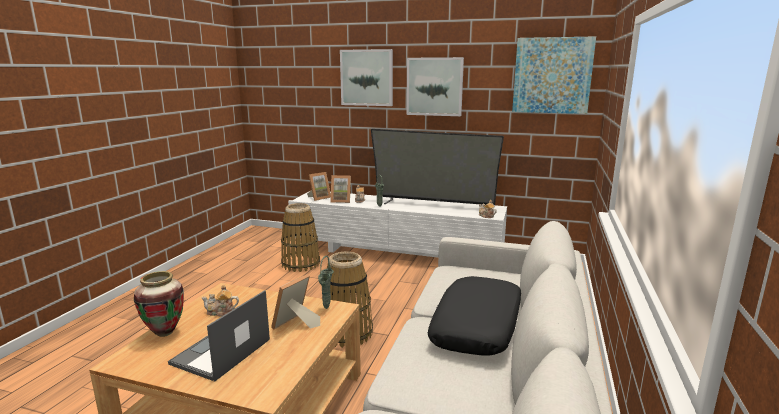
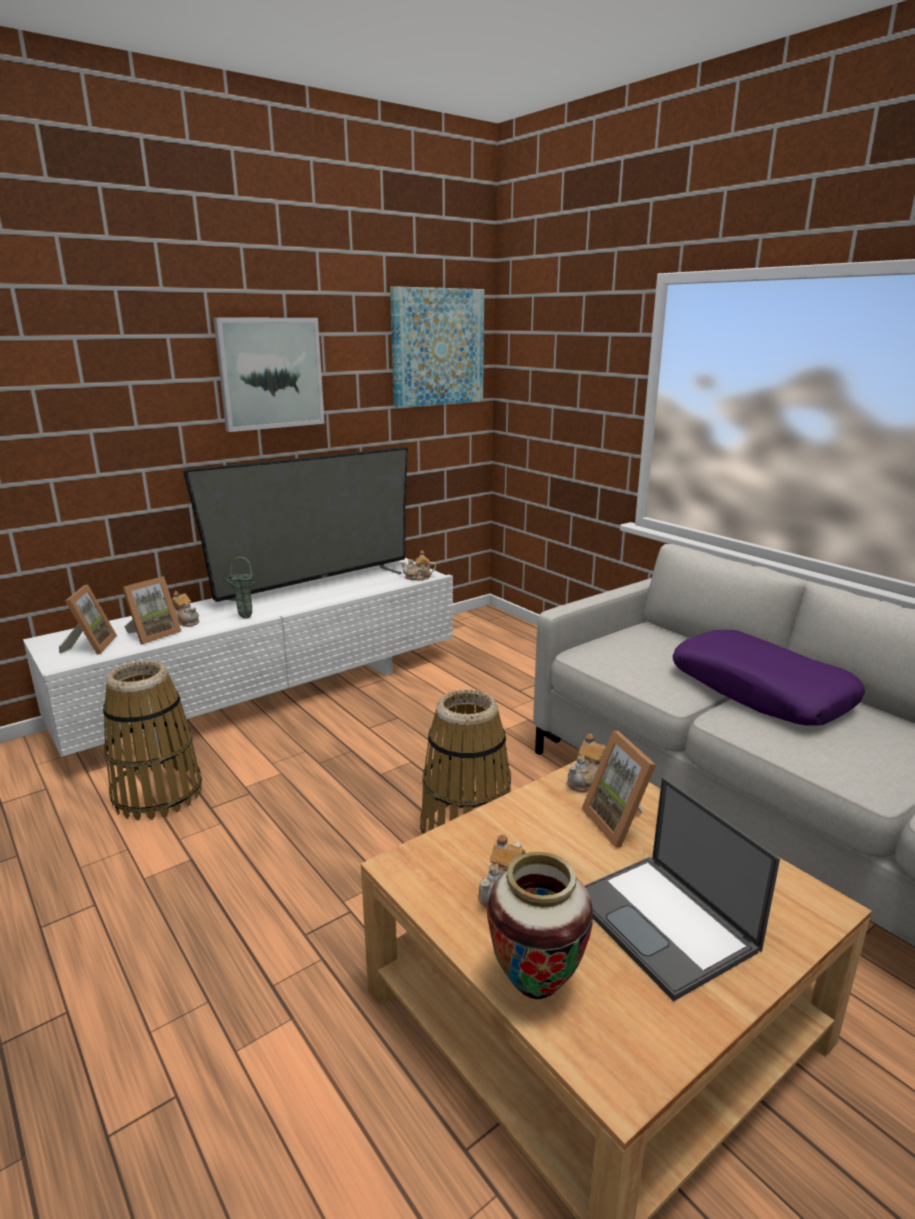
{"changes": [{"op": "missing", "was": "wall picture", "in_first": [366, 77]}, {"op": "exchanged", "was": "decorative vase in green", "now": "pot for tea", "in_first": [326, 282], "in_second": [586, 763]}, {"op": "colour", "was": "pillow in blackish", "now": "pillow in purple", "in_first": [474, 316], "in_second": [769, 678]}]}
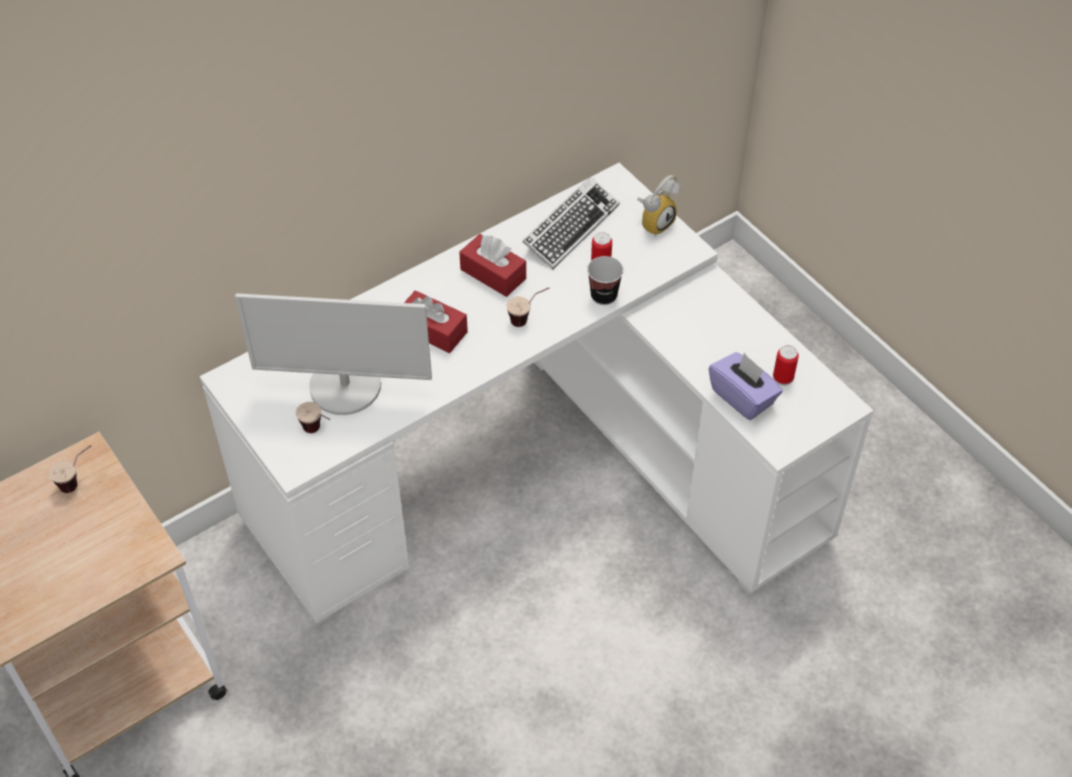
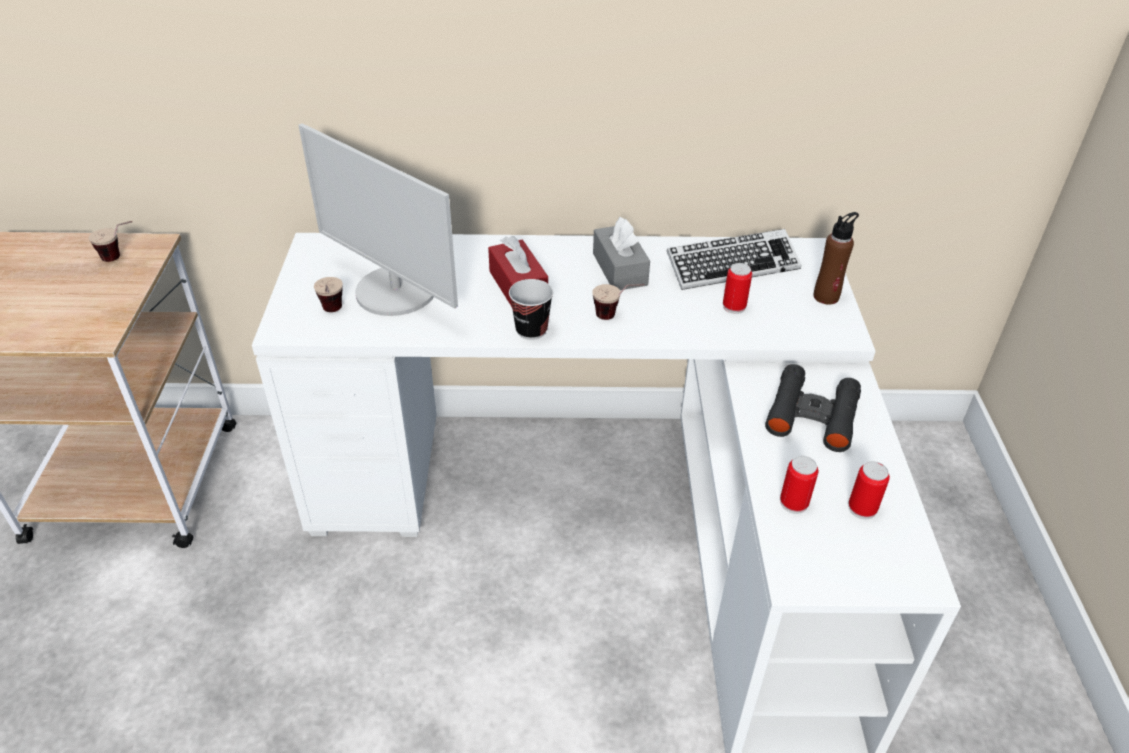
{"changes": [{"op": "exchanged", "was": "bedside clock", "now": "drink bottle in brownish", "in_first": [658, 205], "in_second": [836, 258]}, {"op": "colour", "was": "box of tissues in red", "now": "box of tissues in gray", "in_first": [492, 265], "in_second": [621, 253]}, {"op": "relocated", "was": "small cup", "in_first": [605, 280], "in_second": [531, 309]}, {"op": "exchanged", "was": "box of tissues in purple", "now": "metal can", "in_first": [746, 386], "in_second": [799, 485]}, {"op": "appeared", "now": "field glasses in blackish", "in_second": [813, 408]}]}
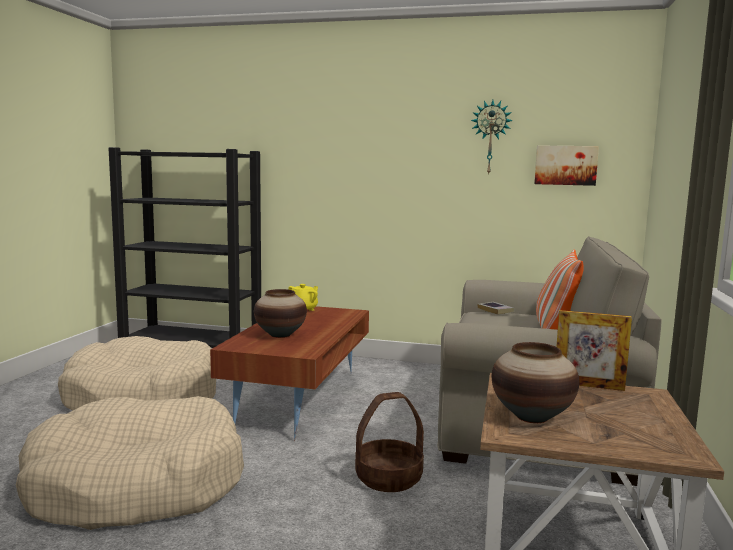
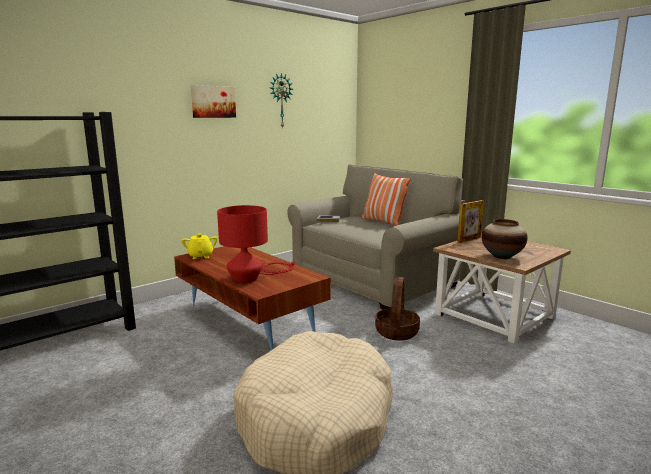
{"changes": [{"op": "relocated", "was": "wall picture", "in_first": [566, 166], "in_second": [213, 101]}, {"op": "exchanged", "was": "decorative vase", "now": "lamp for a table in red", "in_first": [280, 313], "in_second": [256, 244]}, {"op": "missing", "was": "dog cushion in beige-coloured", "in_first": [137, 373]}]}
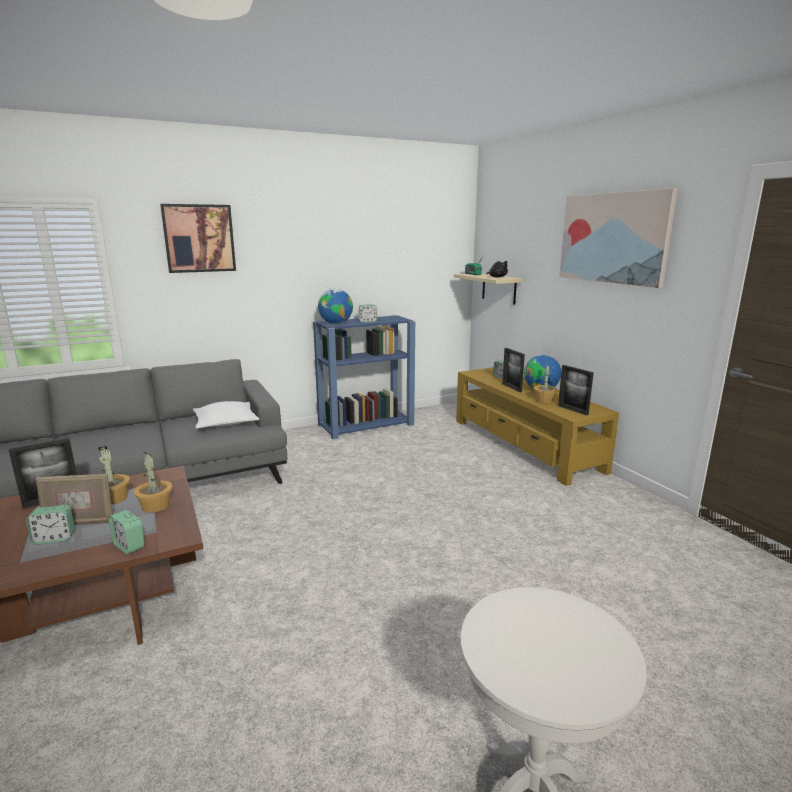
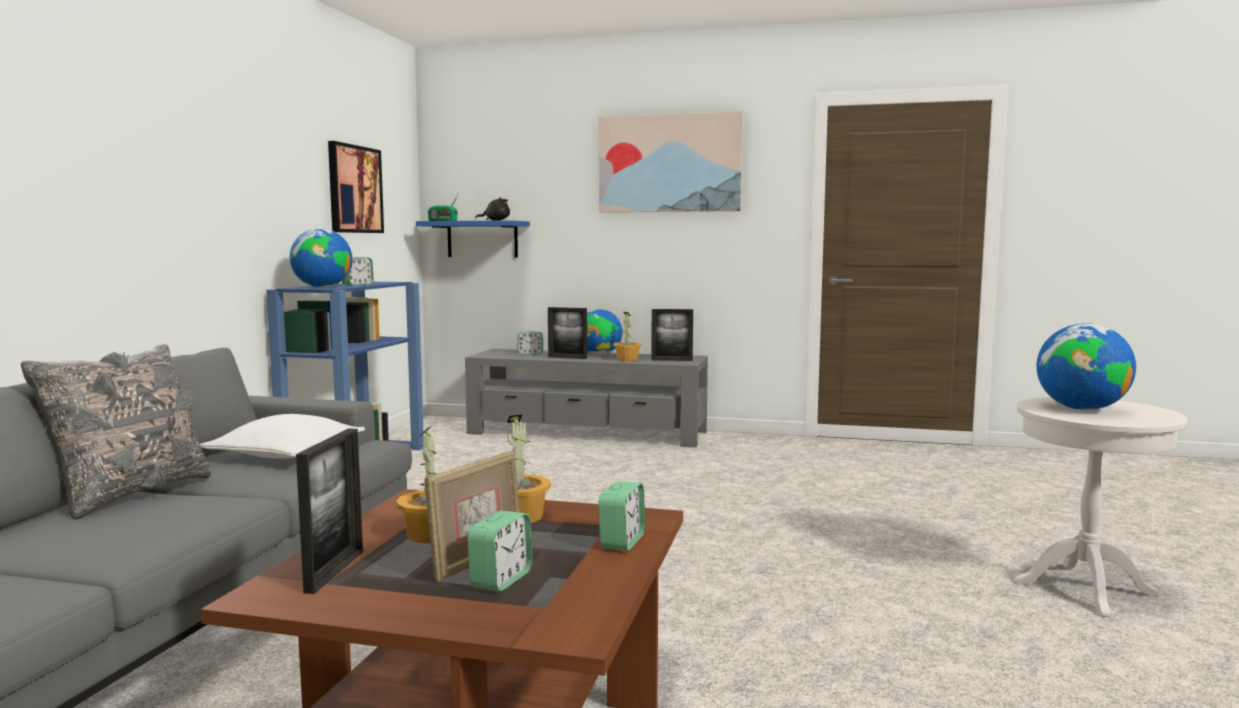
{"changes": [{"op": "relocated", "was": "wall picture", "in_first": [198, 238], "in_second": [356, 187]}, {"op": "colour", "was": "bracket shelf in beige-coloured", "now": "bracket shelf in blue-coloured", "in_first": [488, 289], "in_second": [473, 238]}, {"op": "colour", "was": "tv unit in yellowish", "now": "tv unit in gray", "in_first": [537, 426], "in_second": [586, 398]}, {"op": "spun", "was": "bedside clock", "in_first": [127, 532], "in_second": [621, 516], "clockwise": -60}, {"op": "appeared", "now": "globe", "in_second": [1086, 366]}, {"op": "appeared", "now": "pillow in gray", "in_second": [116, 431]}]}
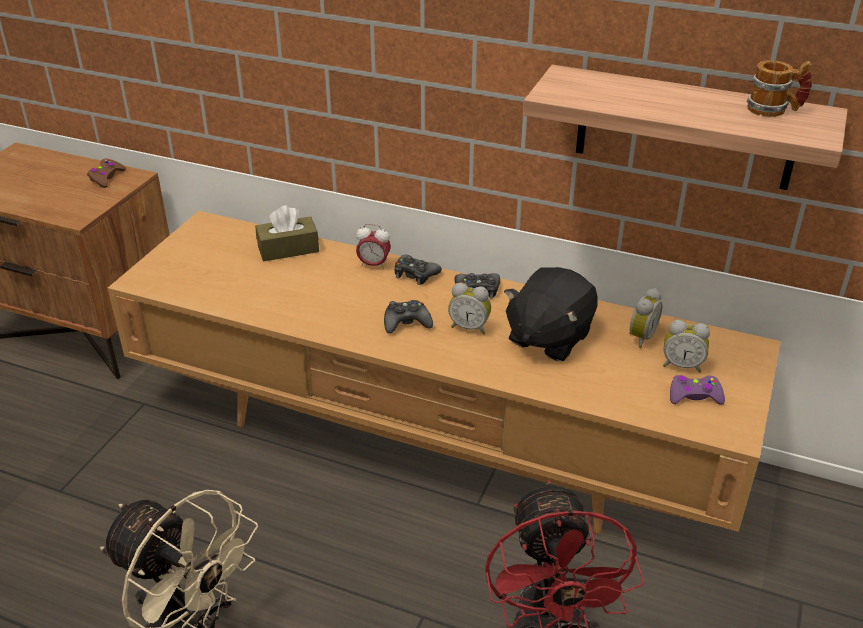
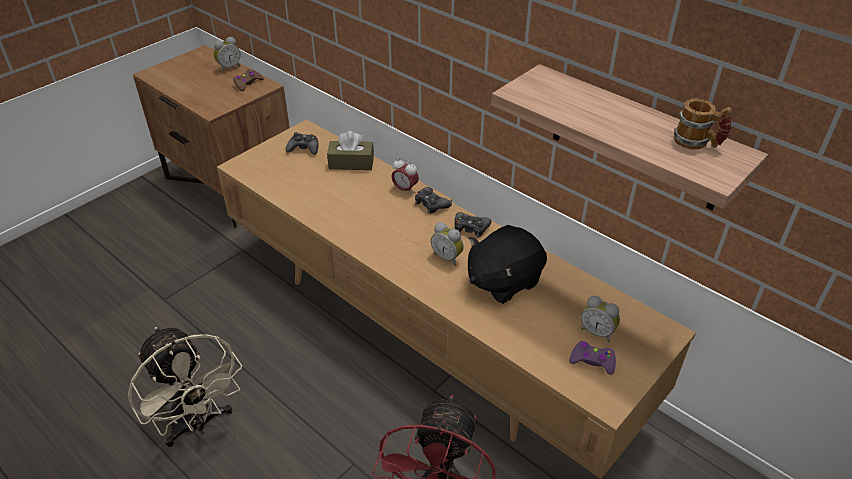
{"changes": [{"op": "relocated", "was": "bedside clock", "in_first": [646, 318], "in_second": [227, 54]}, {"op": "relocated", "was": "game controller in blackish", "in_first": [408, 317], "in_second": [302, 143]}]}
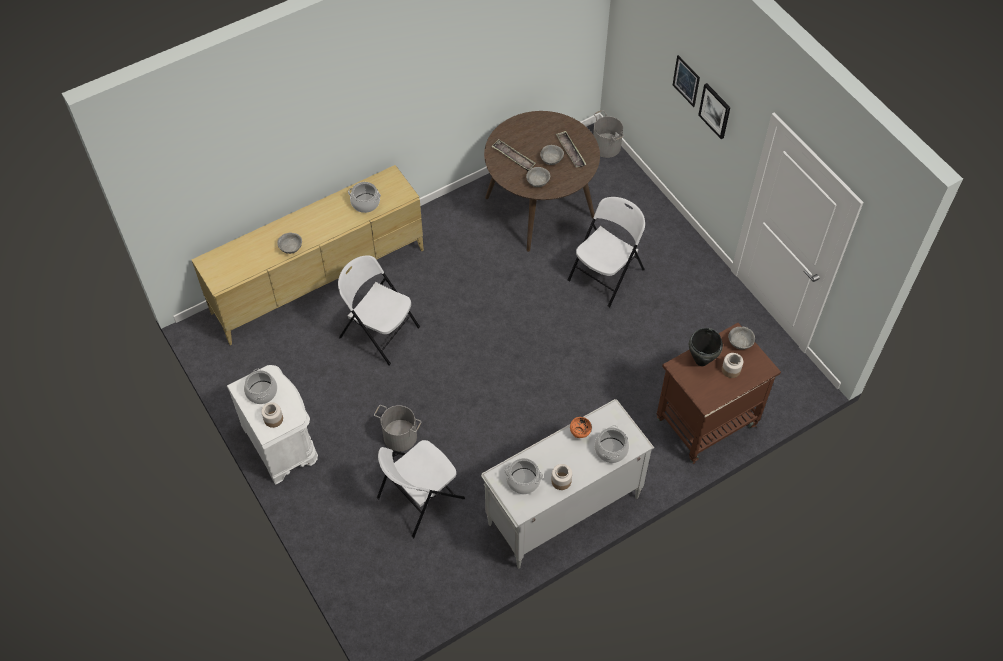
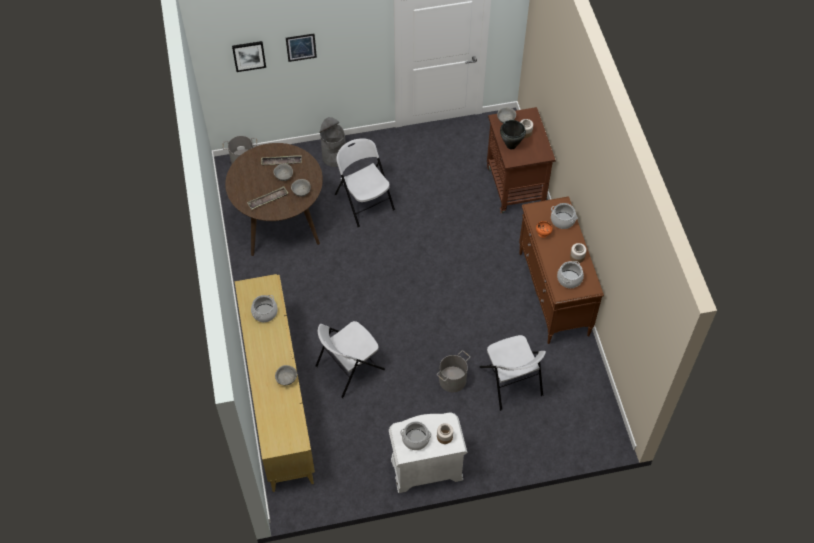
{"changes": [{"op": "relocated", "was": "wall picture", "in_first": [714, 111], "in_second": [249, 56]}, {"op": "colour", "was": "chest of drawers in white-coloured", "now": "chest of drawers in brownish", "in_first": [567, 484], "in_second": [561, 270]}, {"op": "appeared", "now": "rubbish bin in gray", "in_second": [333, 142]}]}
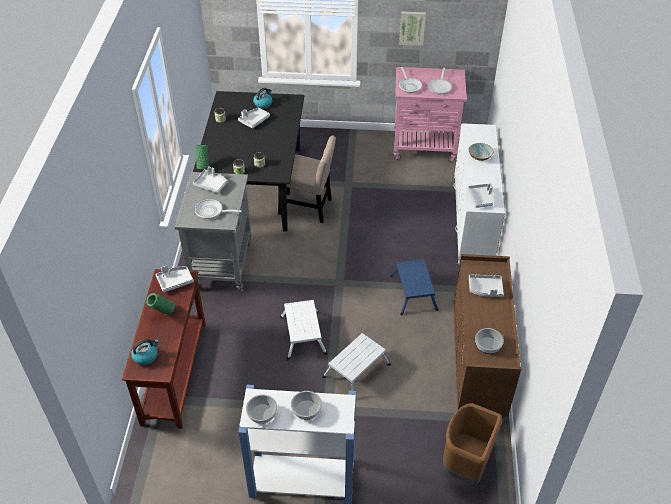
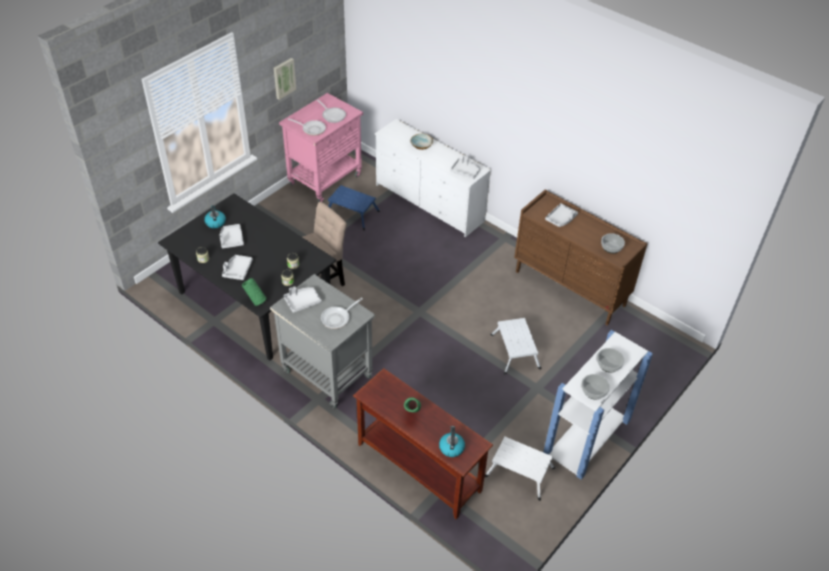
{"changes": [{"op": "relocated", "was": "stepladder in blue-coloured", "in_first": [414, 287], "in_second": [354, 208]}, {"op": "relocated", "was": "serving tray in gray", "in_first": [175, 278], "in_second": [237, 267]}, {"op": "relocated", "was": "stepladder in white-coloured", "in_first": [304, 330], "in_second": [520, 468]}, {"op": "missing", "was": "rubbish bin in brownish", "in_first": [472, 444]}]}
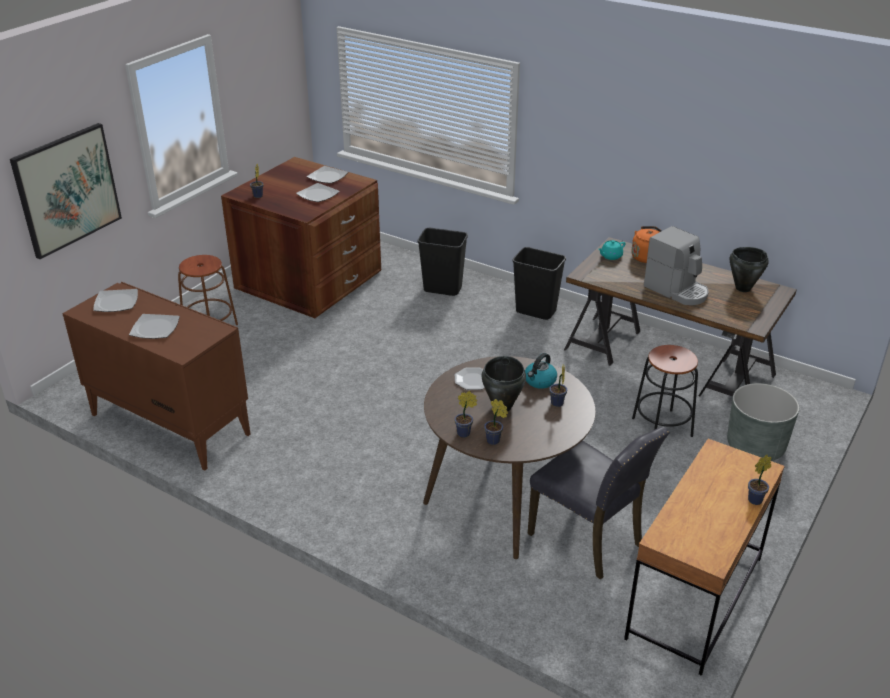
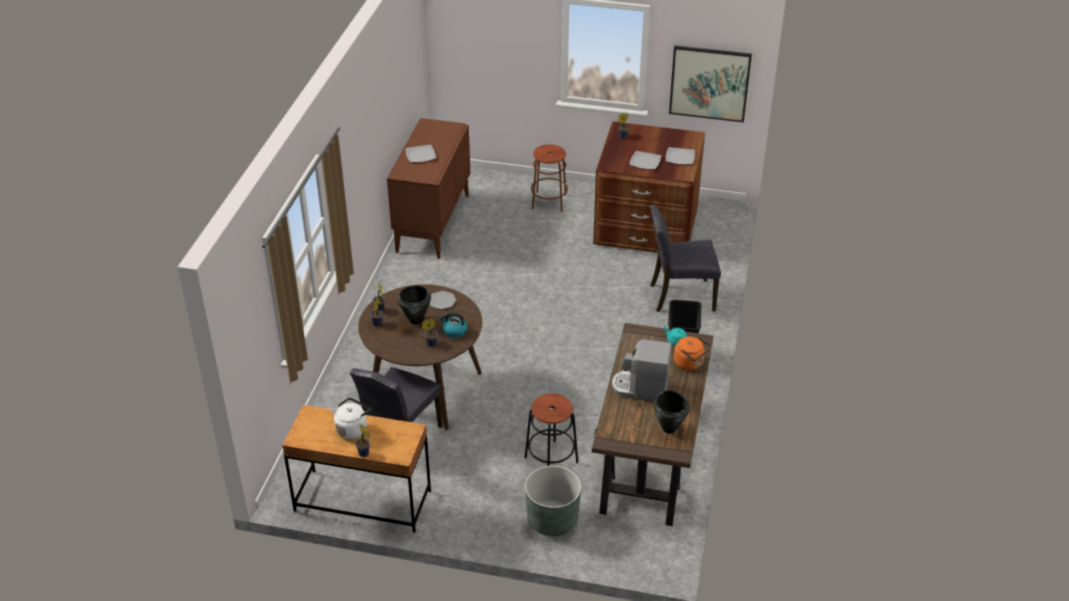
{"changes": [{"op": "relocated", "was": "wall picture", "in_first": [66, 191], "in_second": [710, 83]}, {"op": "spun", "was": "coffee machine", "in_first": [676, 265], "in_second": [642, 370], "clockwise": 75}, {"op": "exchanged", "was": "rubbish bin in blackish", "now": "upright chair in gray", "in_first": [443, 262], "in_second": [685, 258]}, {"op": "missing", "was": "dinner plate", "in_first": [115, 300]}, {"op": "appeared", "now": "kettle in white-coloured", "in_second": [351, 418]}]}
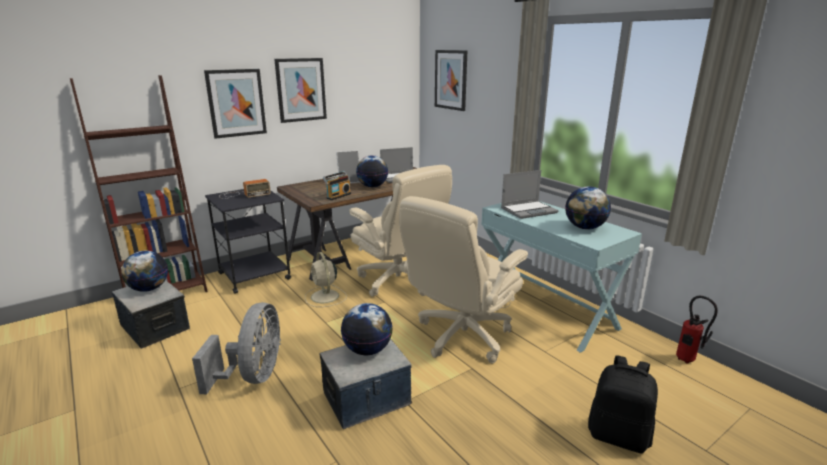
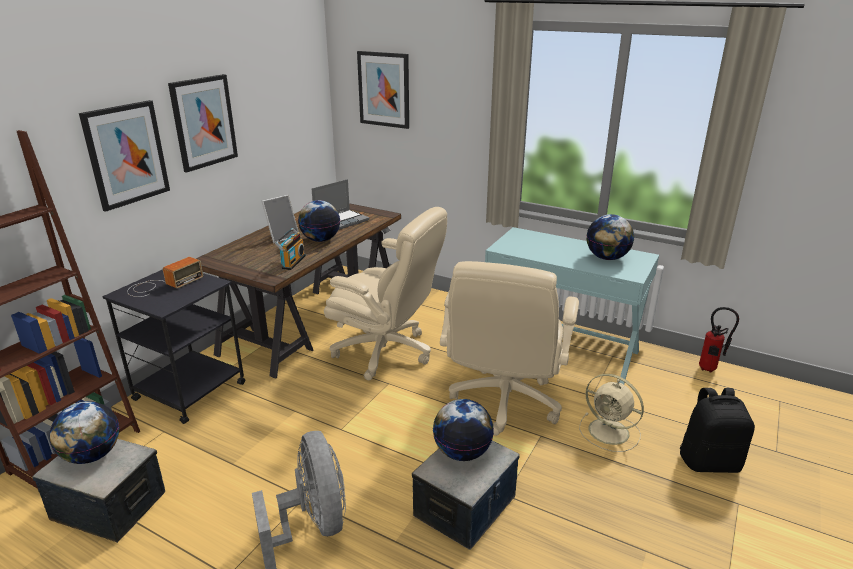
{"changes": [{"op": "missing", "was": "laptop", "in_first": [529, 194]}, {"op": "relocated", "was": "fan in beige-coloured", "in_first": [326, 279], "in_second": [611, 413]}]}
